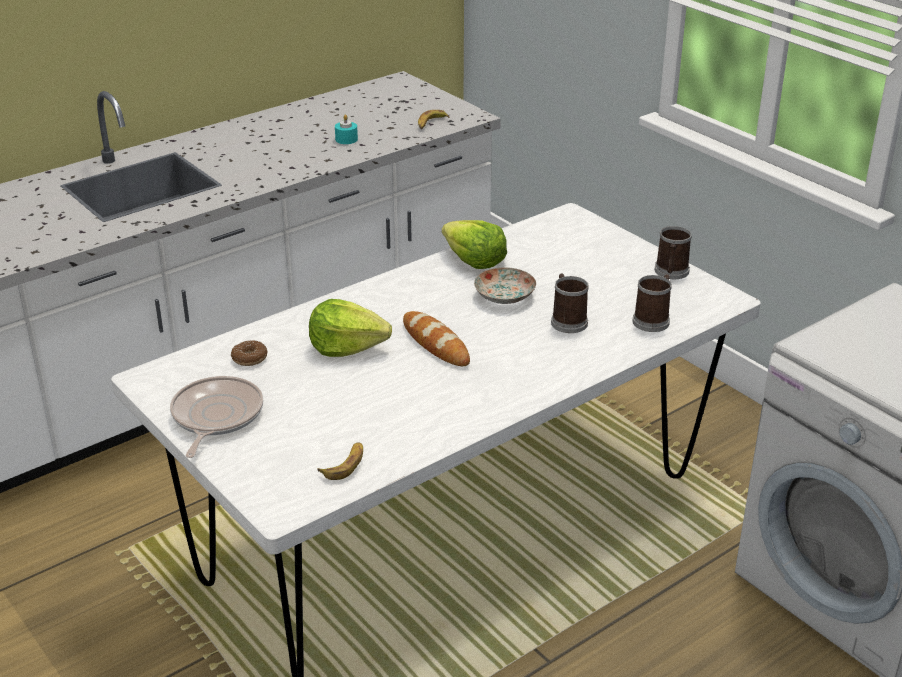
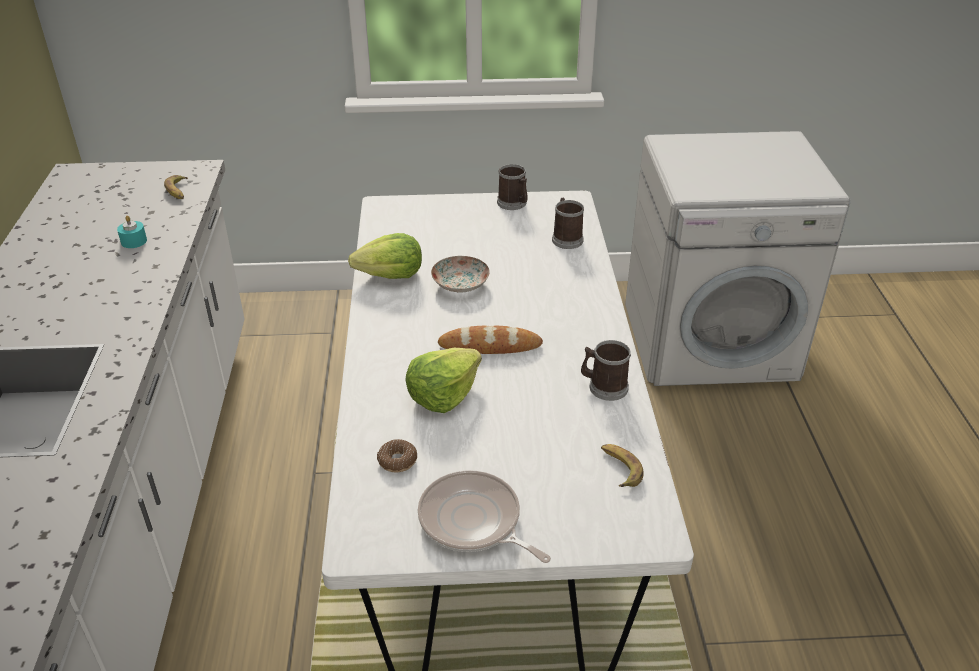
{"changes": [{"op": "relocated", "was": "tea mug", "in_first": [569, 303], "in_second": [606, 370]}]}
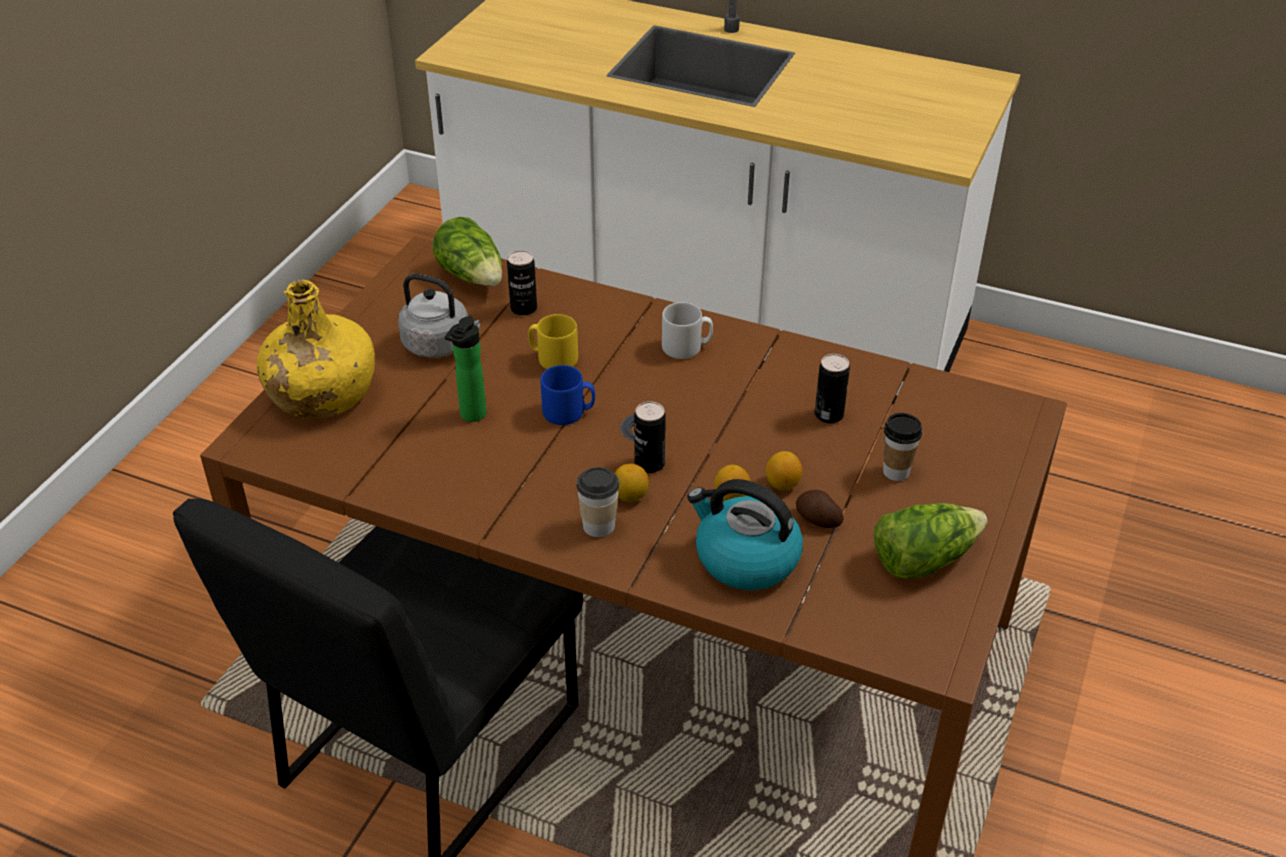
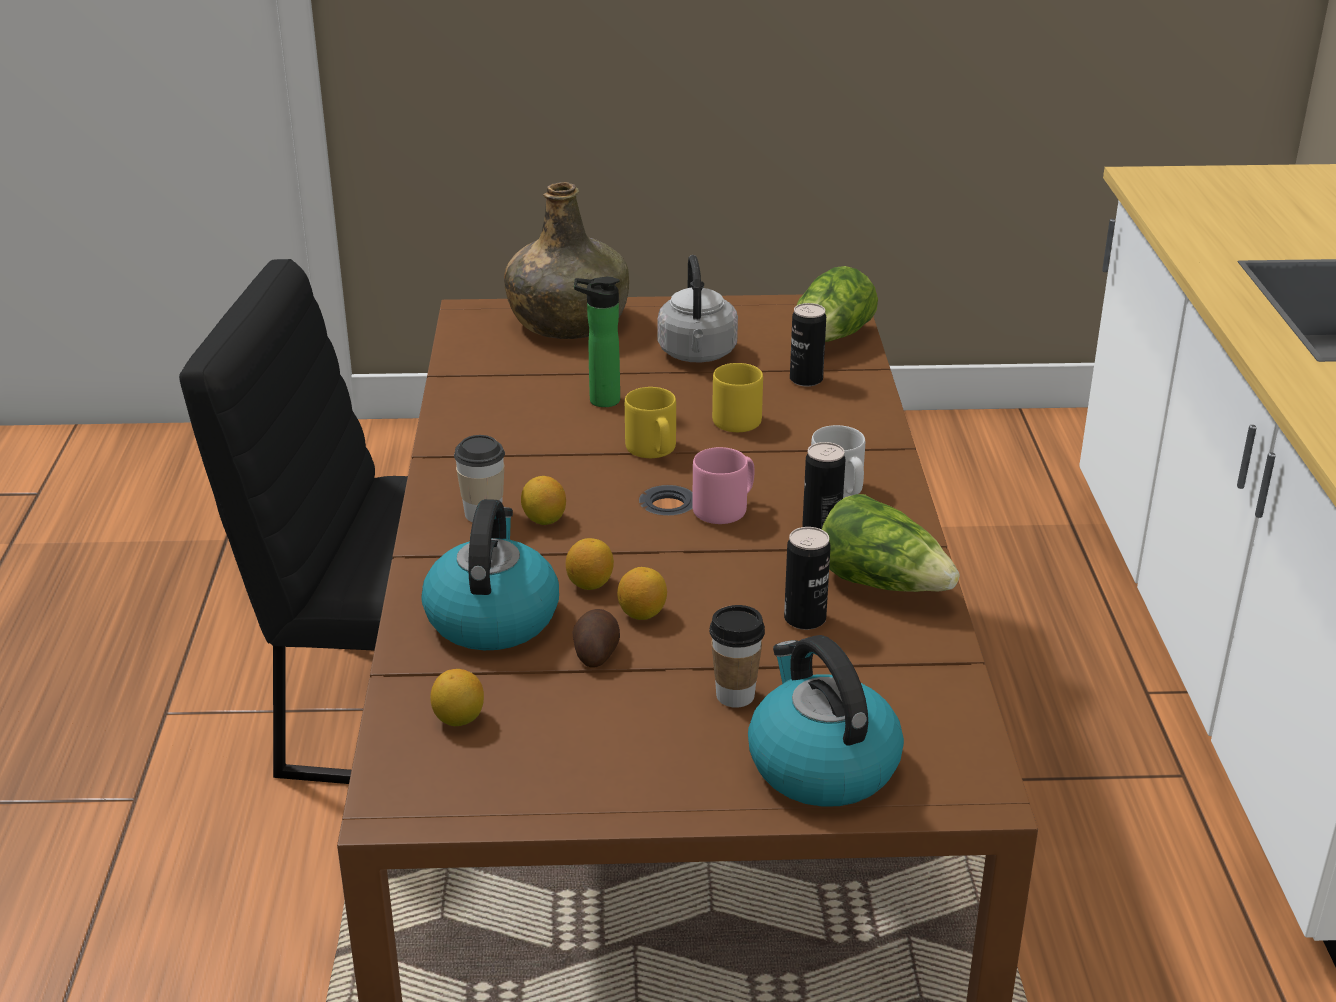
{"changes": [{"op": "colour", "was": "drink bottle in yellowish", "now": "drink bottle in green", "in_first": [316, 349], "in_second": [566, 260]}, {"op": "colour", "was": "tea mug in blue-coloured", "now": "tea mug in yellowish", "in_first": [567, 395], "in_second": [650, 422]}, {"op": "relocated", "was": "metal can", "in_first": [650, 437], "in_second": [824, 485]}, {"op": "relocated", "was": "lettuce", "in_first": [930, 541], "in_second": [891, 543]}, {"op": "appeared", "now": "tea mug in pink-coloured", "in_second": [723, 485]}, {"op": "appeared", "now": "kettle", "in_second": [826, 721]}, {"op": "appeared", "now": "citrus fruit", "in_second": [457, 697]}]}
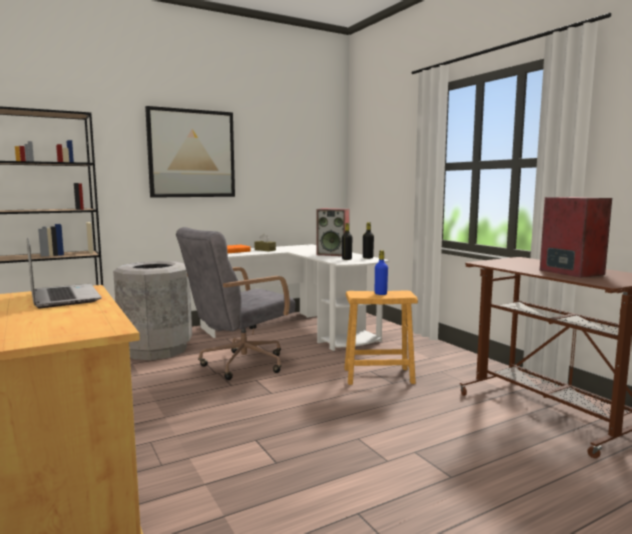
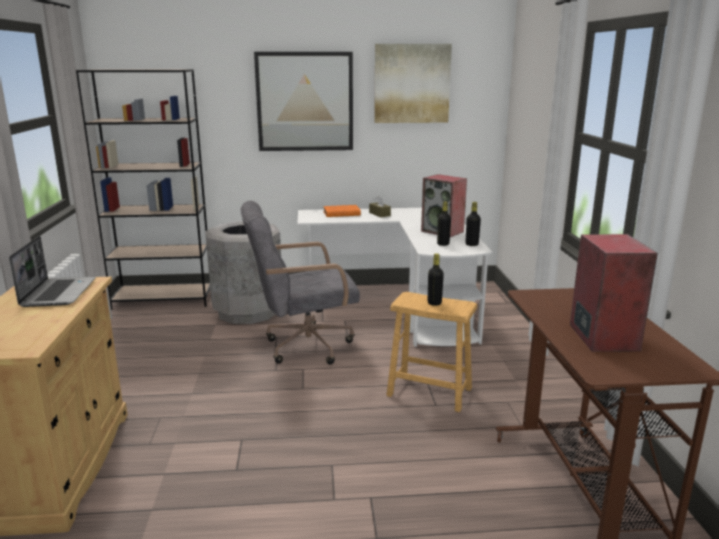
{"changes": [{"op": "colour", "was": "drink bottle in blue-coloured", "now": "drink bottle in blackish", "in_first": [381, 272], "in_second": [436, 279]}, {"op": "appeared", "now": "wall picture", "in_second": [413, 83]}]}
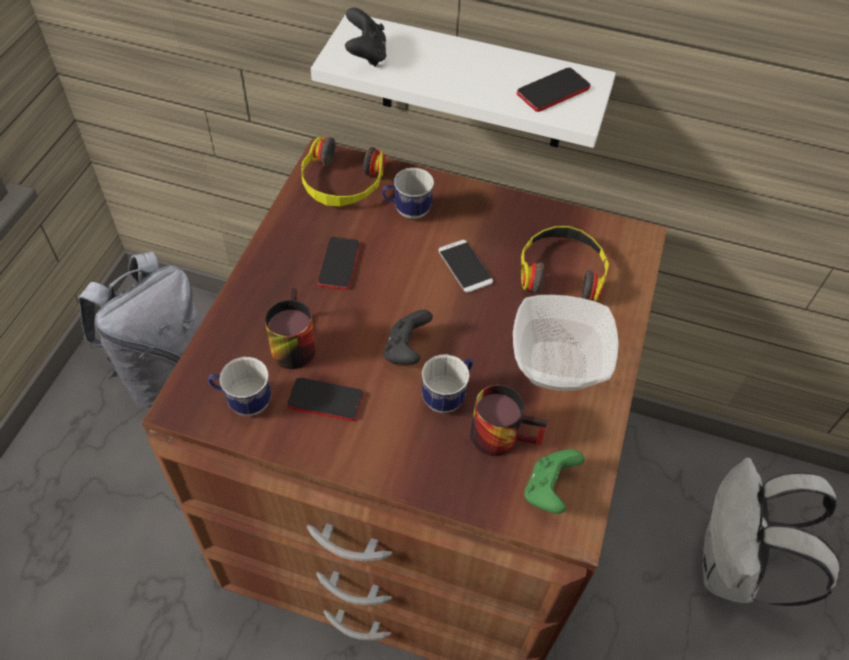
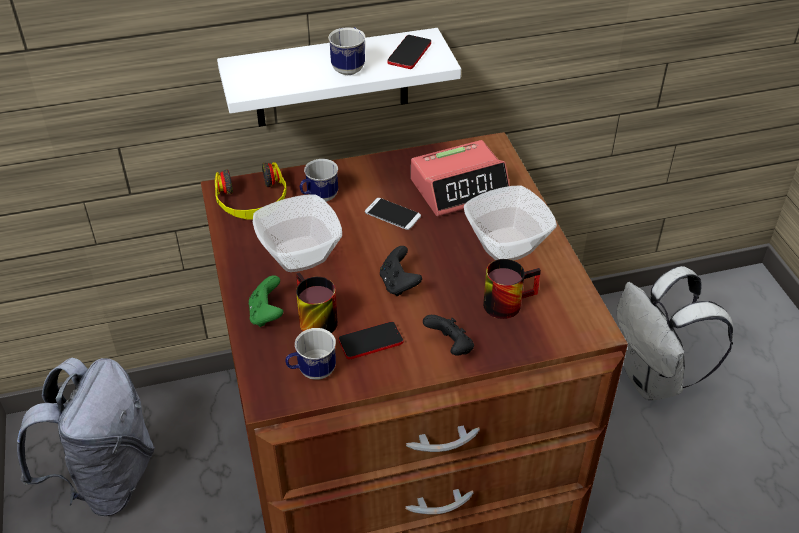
{"changes": [{"op": "relocated", "was": "game controller in blackish", "in_first": [365, 37], "in_second": [448, 335]}, {"op": "exchanged", "was": "headset", "now": "bedside clock", "in_first": [565, 263], "in_second": [460, 178]}, {"op": "exchanged", "was": "handset", "now": "deep dish", "in_first": [339, 263], "in_second": [297, 233]}, {"op": "relocated", "was": "tea mug", "in_first": [447, 383], "in_second": [347, 51]}, {"op": "relocated", "was": "game controller in green", "in_first": [554, 481], "in_second": [266, 301]}]}
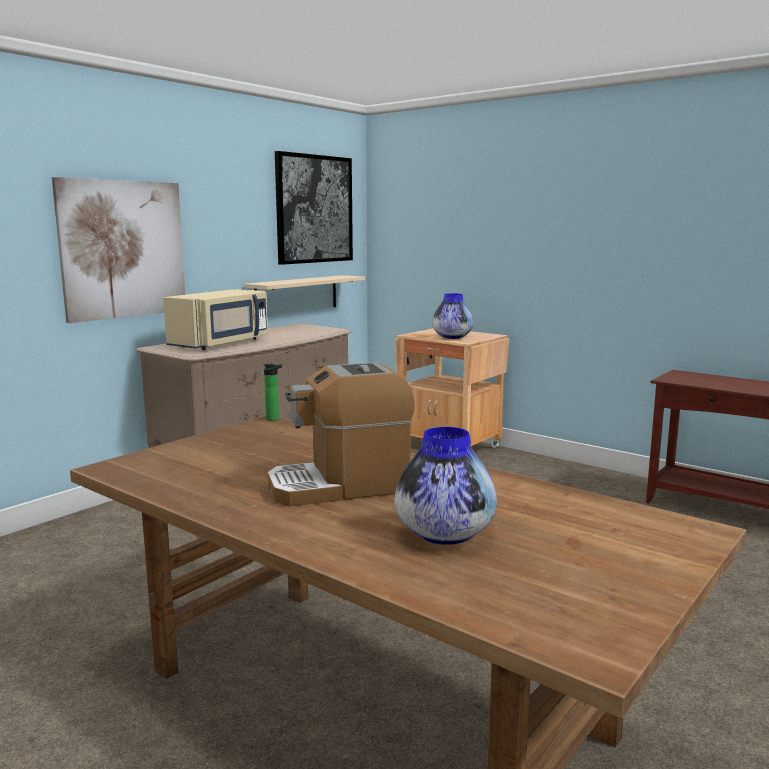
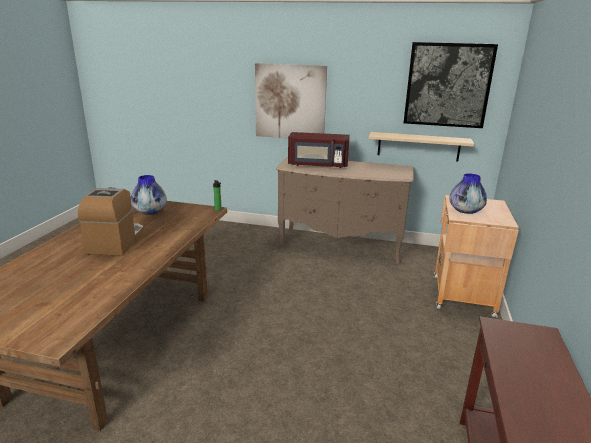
{"changes": [{"op": "colour", "was": "microwave oven in beige-coloured", "now": "microwave oven in red", "in_first": [215, 319], "in_second": [319, 150]}, {"op": "spun", "was": "coffee machine", "in_first": [341, 434], "in_second": [111, 222], "clockwise": 45}, {"op": "relocated", "was": "decorative vase", "in_first": [445, 486], "in_second": [149, 195]}]}
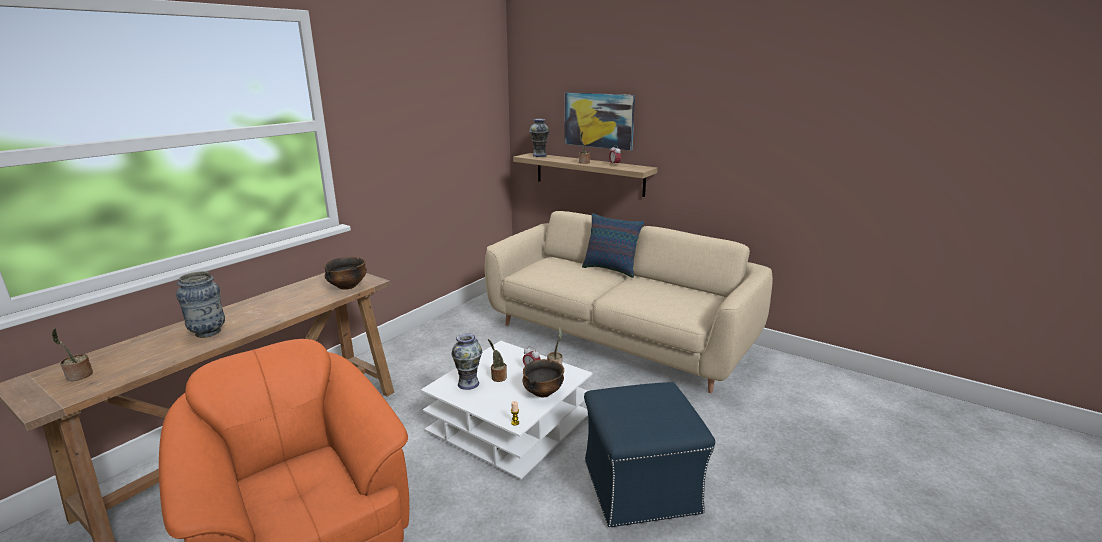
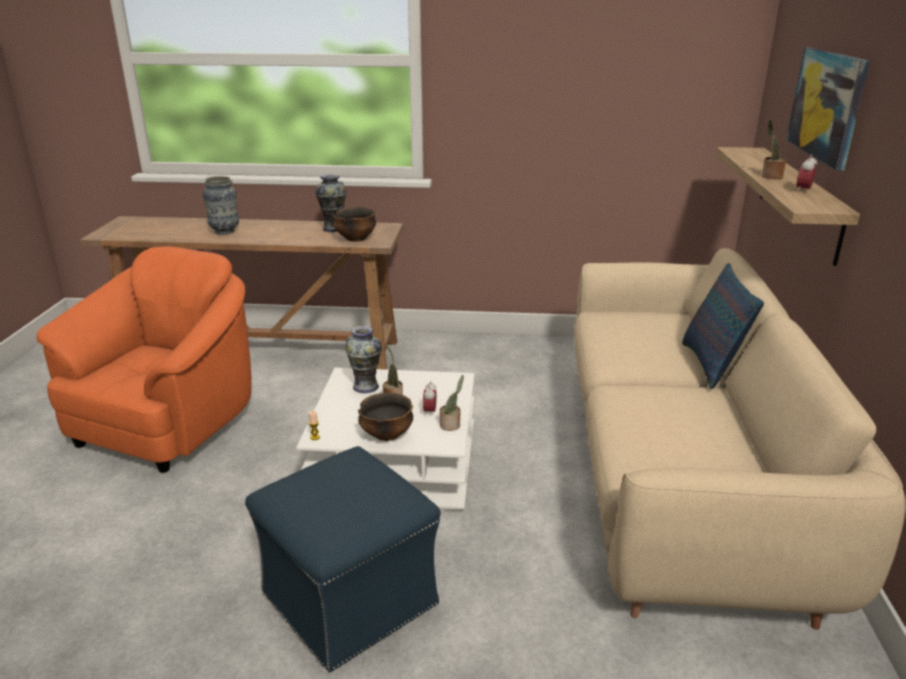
{"changes": [{"op": "relocated", "was": "decorative vase", "in_first": [539, 138], "in_second": [330, 203]}, {"op": "missing", "was": "houseplant", "in_first": [72, 354]}]}
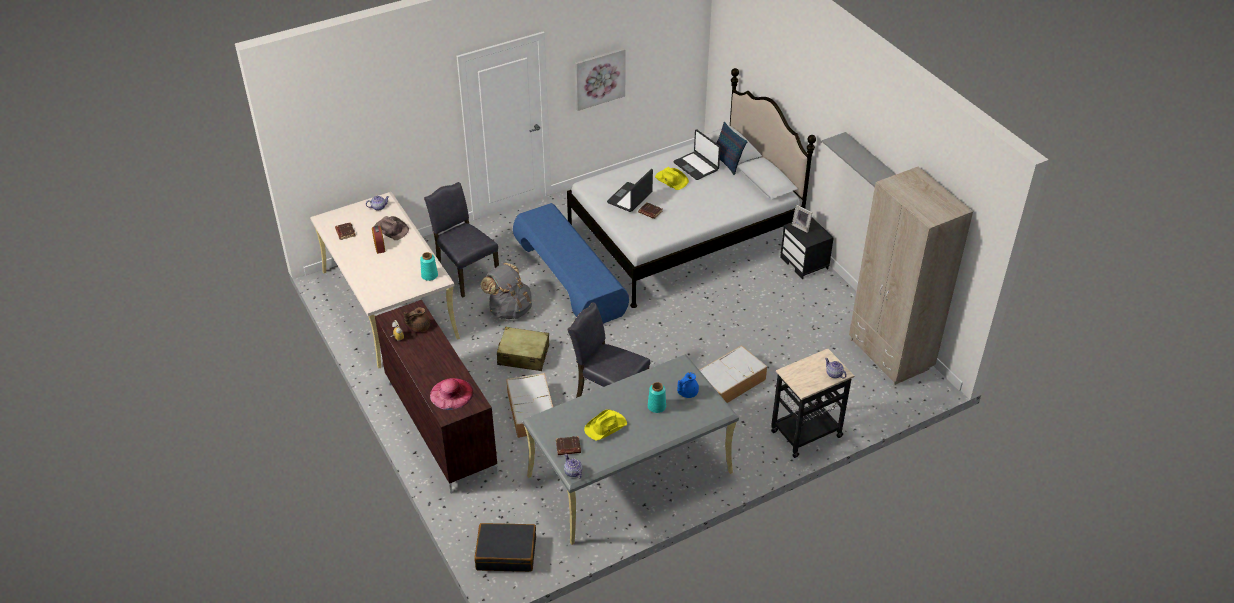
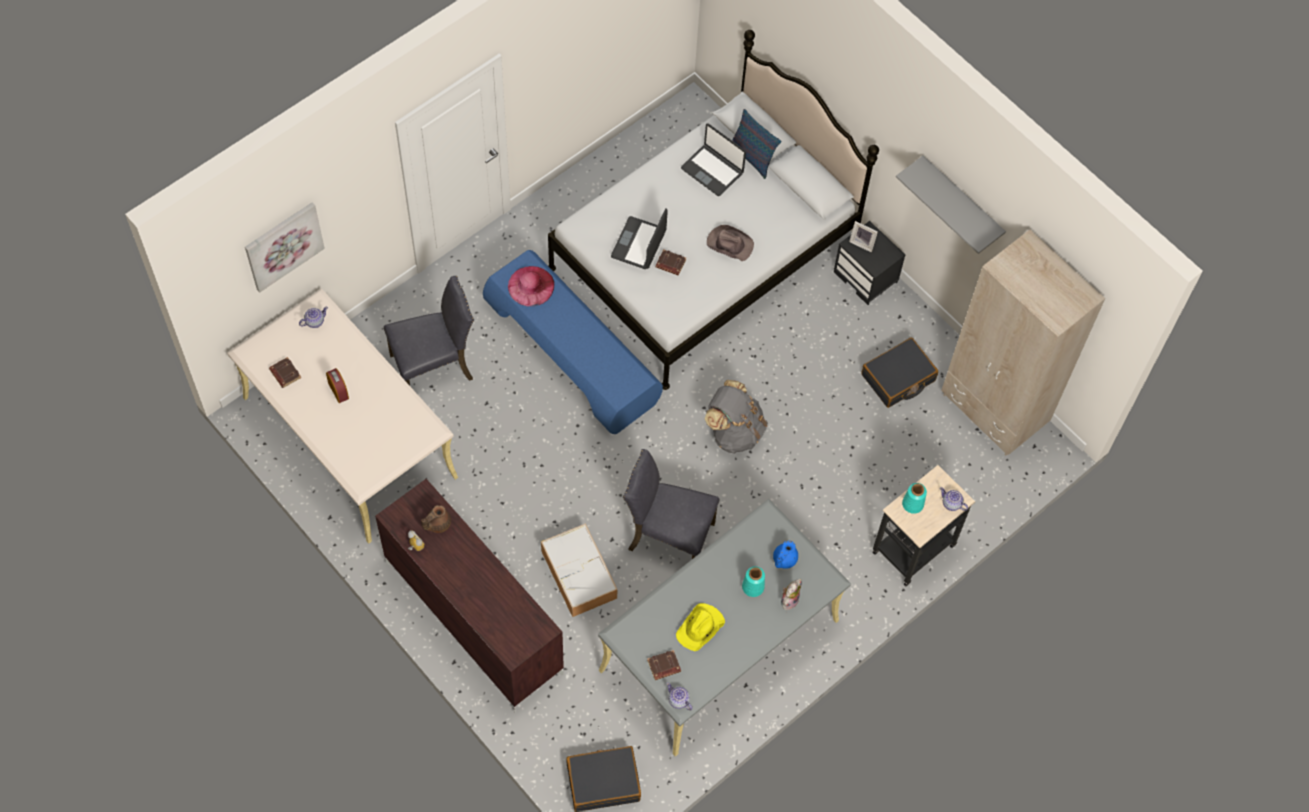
{"changes": [{"op": "relocated", "was": "wall picture", "in_first": [600, 79], "in_second": [285, 247]}, {"op": "missing", "was": "clothing hat in yellowish", "in_first": [672, 178]}, {"op": "spun", "was": "upright chair in gray", "in_first": [461, 240], "in_second": [429, 331], "clockwise": 120}, {"op": "relocated", "was": "clothing hat in brownish", "in_first": [391, 228], "in_second": [730, 243]}, {"op": "relocated", "was": "decorative vase in turquoise", "in_first": [429, 266], "in_second": [914, 498]}, {"op": "relocated", "was": "rucksack in gray", "in_first": [506, 291], "in_second": [736, 417]}, {"op": "missing", "was": "suitcase in beige-coloured", "in_first": [523, 349]}, {"op": "missing", "was": "storage bin", "in_first": [733, 374]}, {"op": "relocated", "was": "clothing hat in pink-coloured", "in_first": [452, 394], "in_second": [531, 286]}, {"op": "appeared", "now": "suitcase in blackish", "in_second": [900, 372]}, {"op": "appeared", "now": "cuddly toy", "in_second": [791, 595]}]}
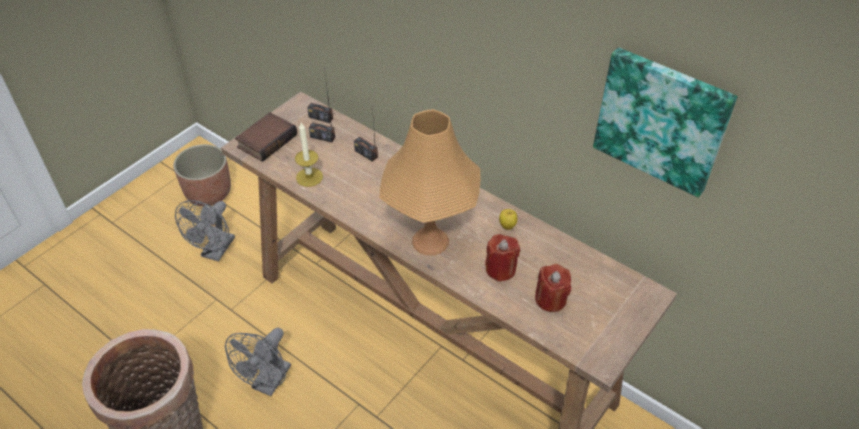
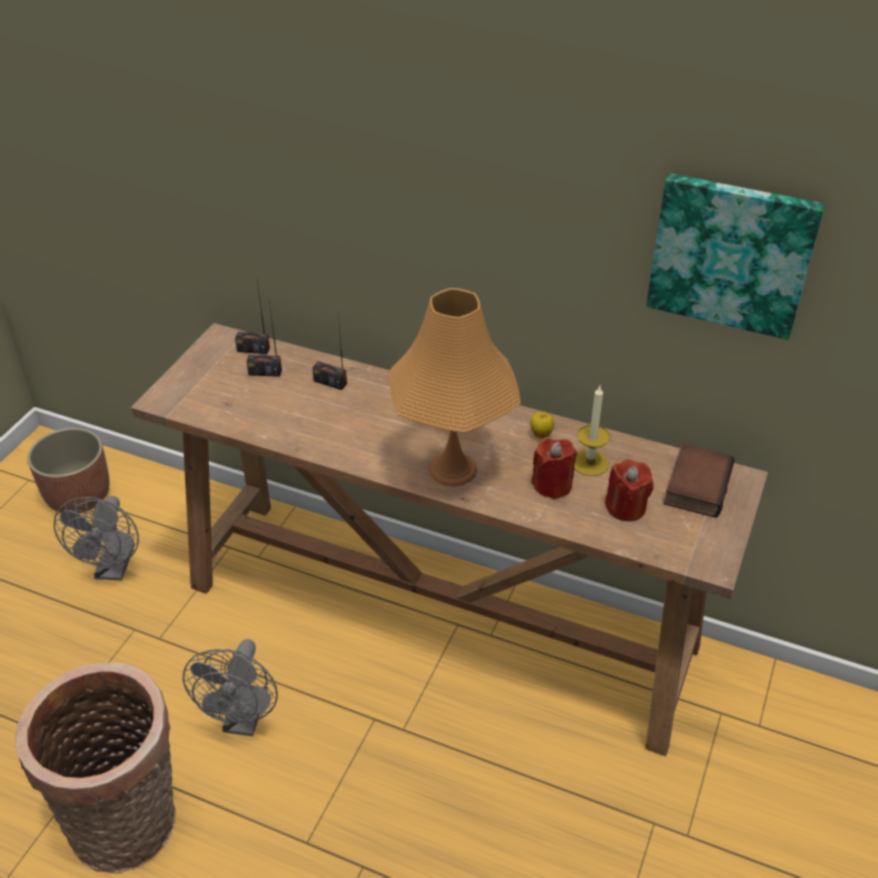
{"changes": [{"op": "relocated", "was": "bound book", "in_first": [266, 137], "in_second": [699, 481]}, {"op": "relocated", "was": "candle", "in_first": [309, 154], "in_second": [592, 431]}]}
